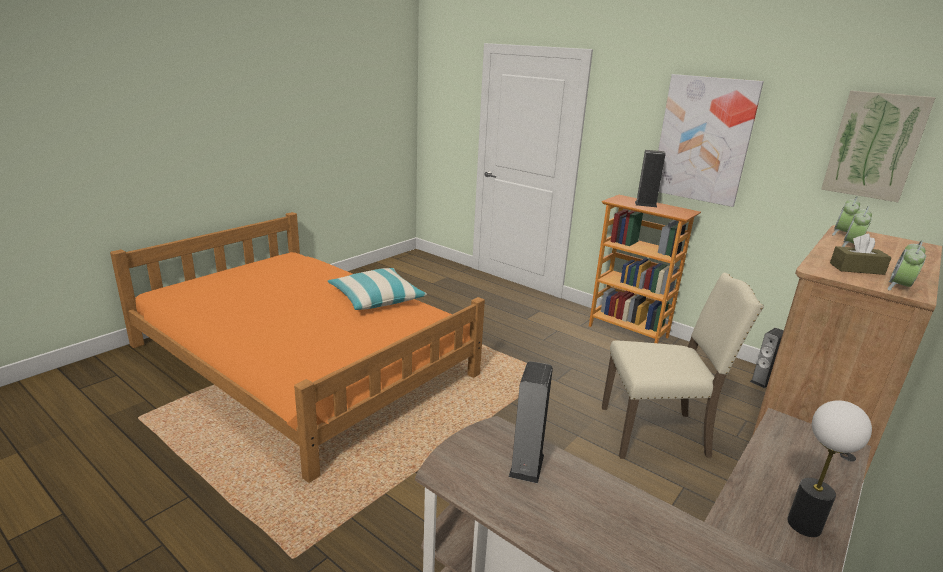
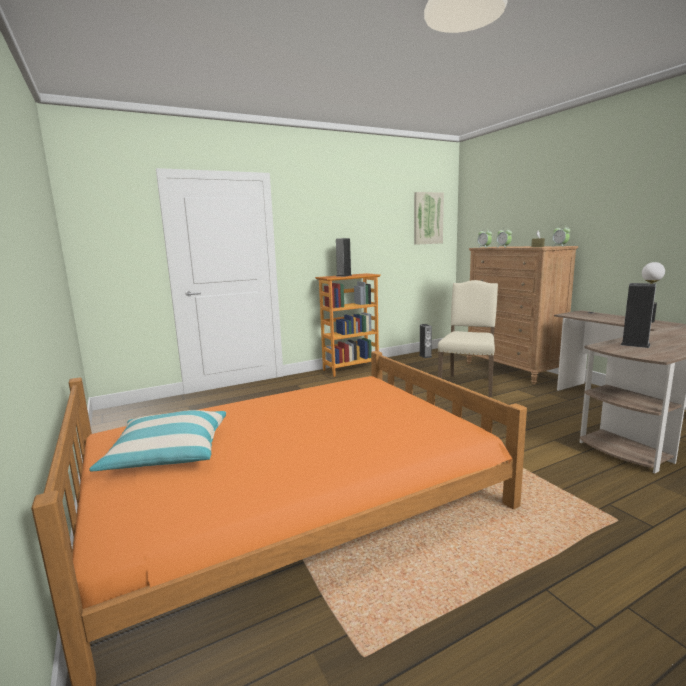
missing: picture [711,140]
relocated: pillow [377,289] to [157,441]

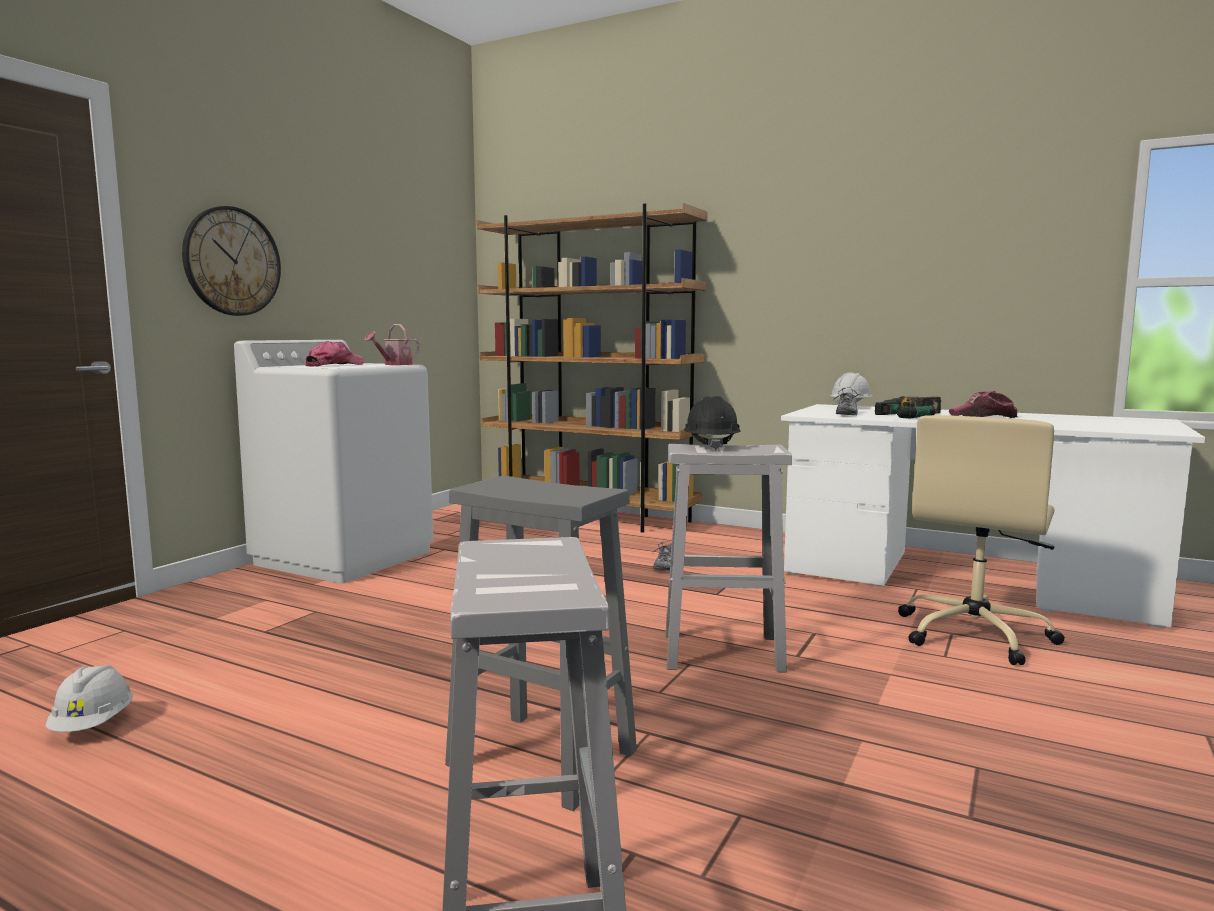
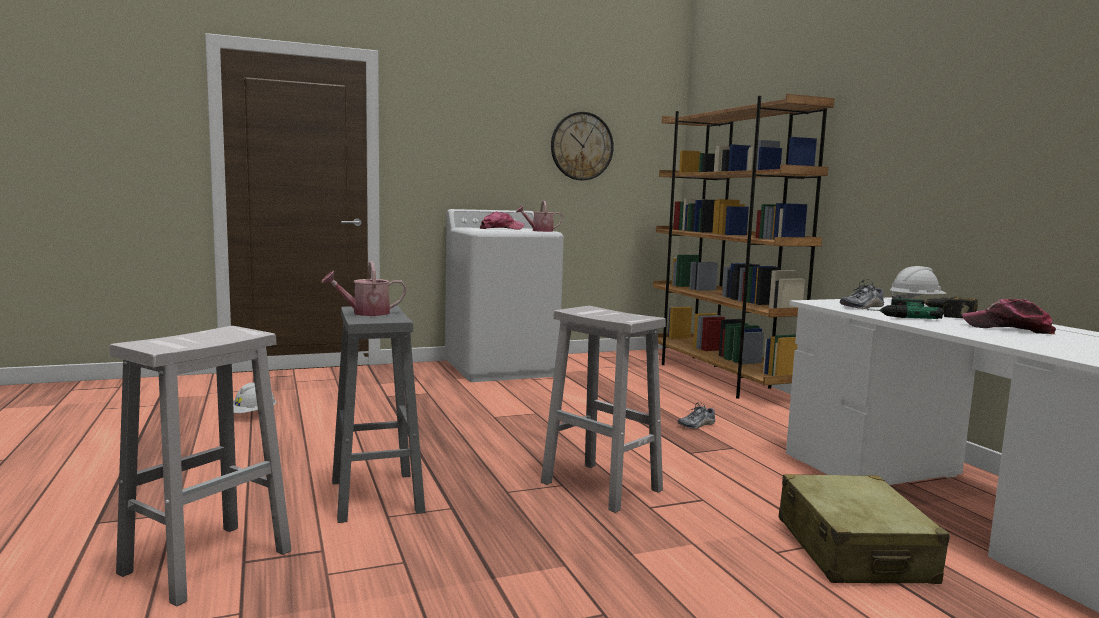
missing: hard hat (black) [712,423]
appeared: watering can [364,288]
relocated: wall clock [231,261] to [582,146]
exchanged: office chair (beige) [981,540] to suitcase (beige) [864,529]

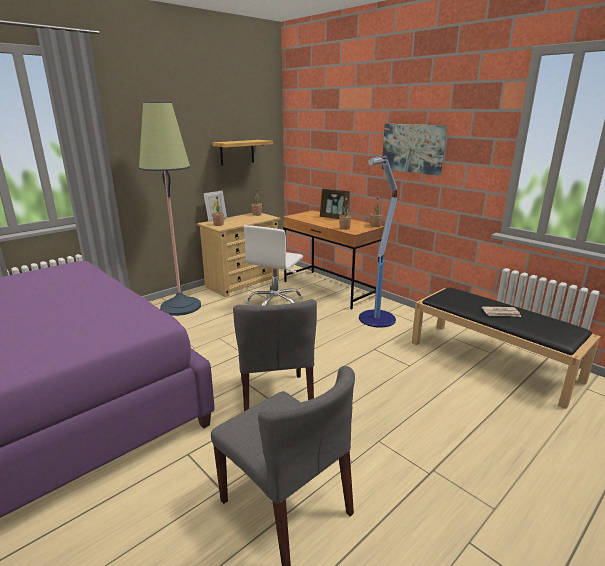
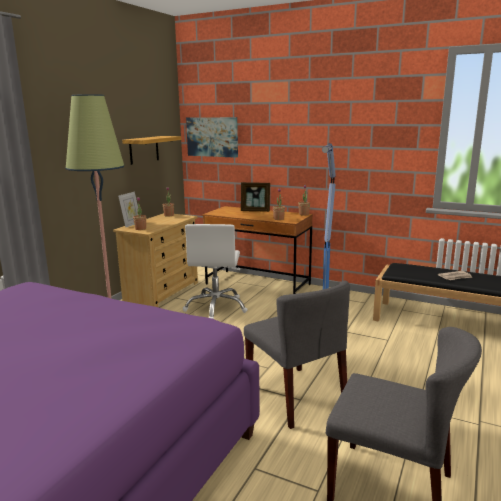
relocated: picture [414,150] to [212,137]

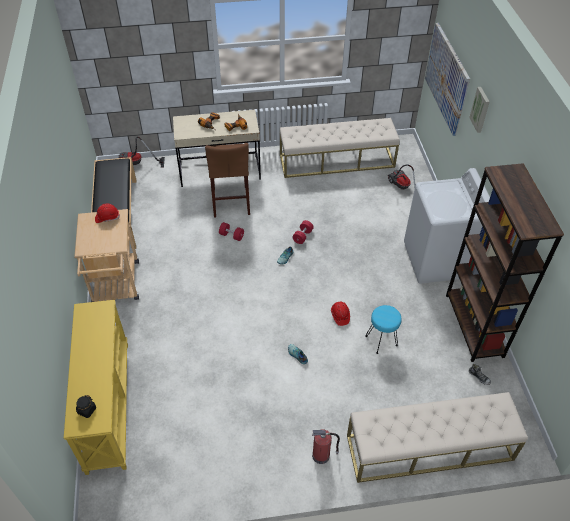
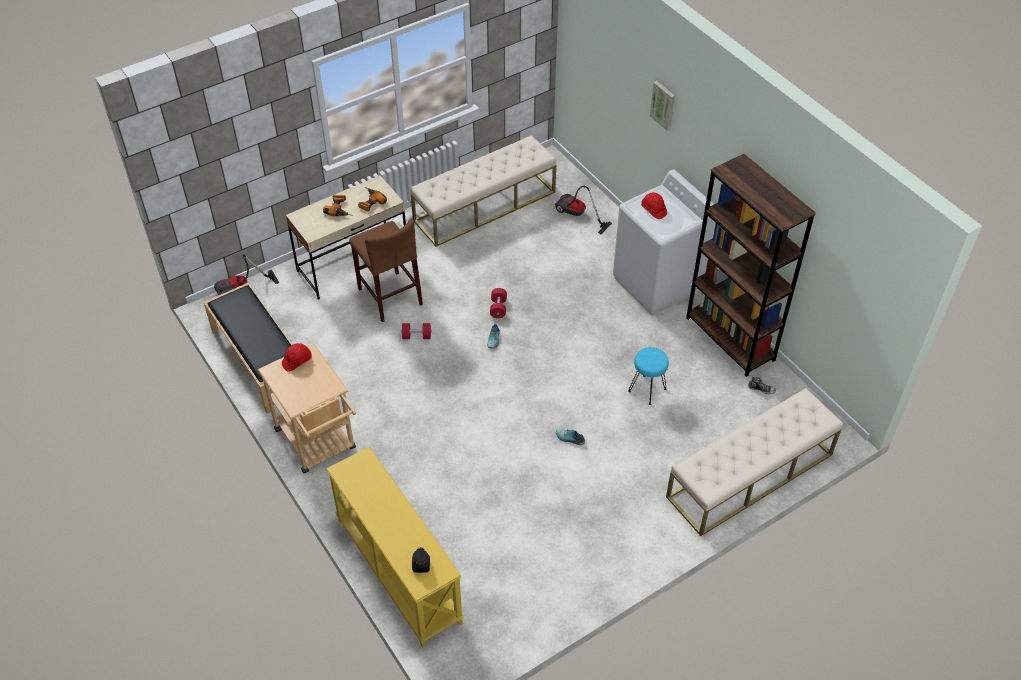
missing: fire extinguisher [326,446]; picture [447,79]
relocated: hard hat (red) [340,314] to [654,205]

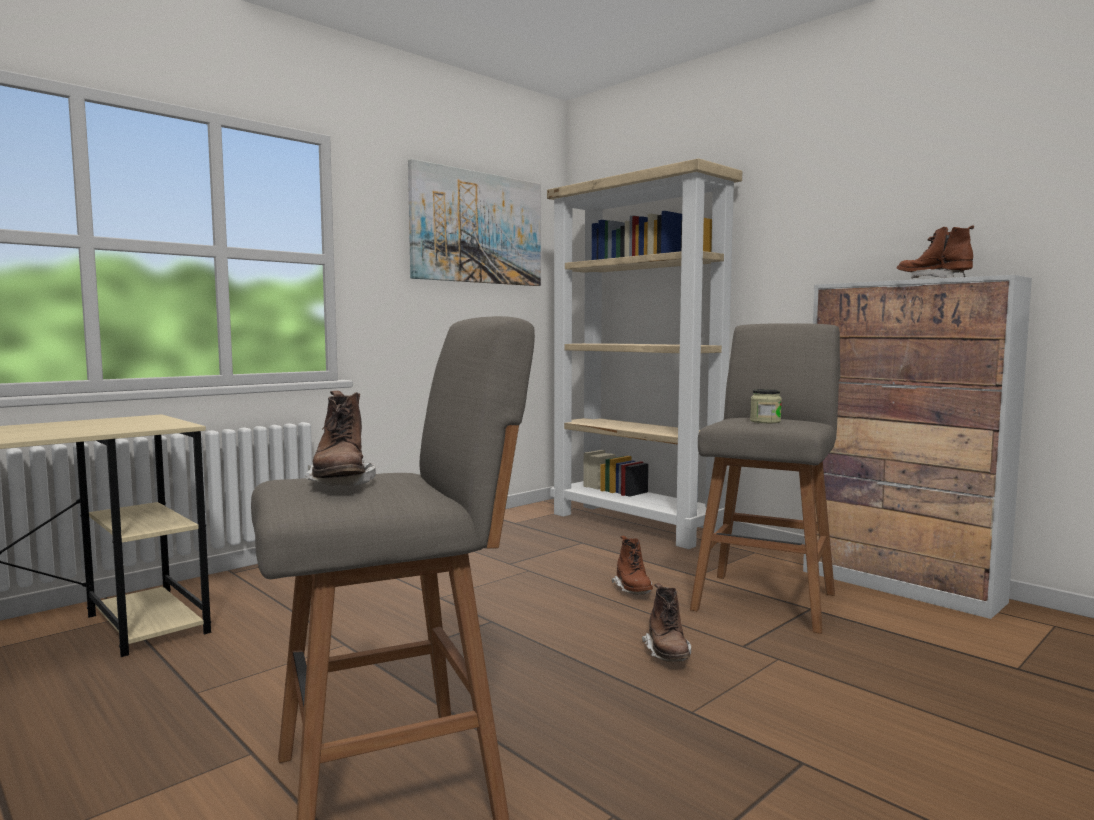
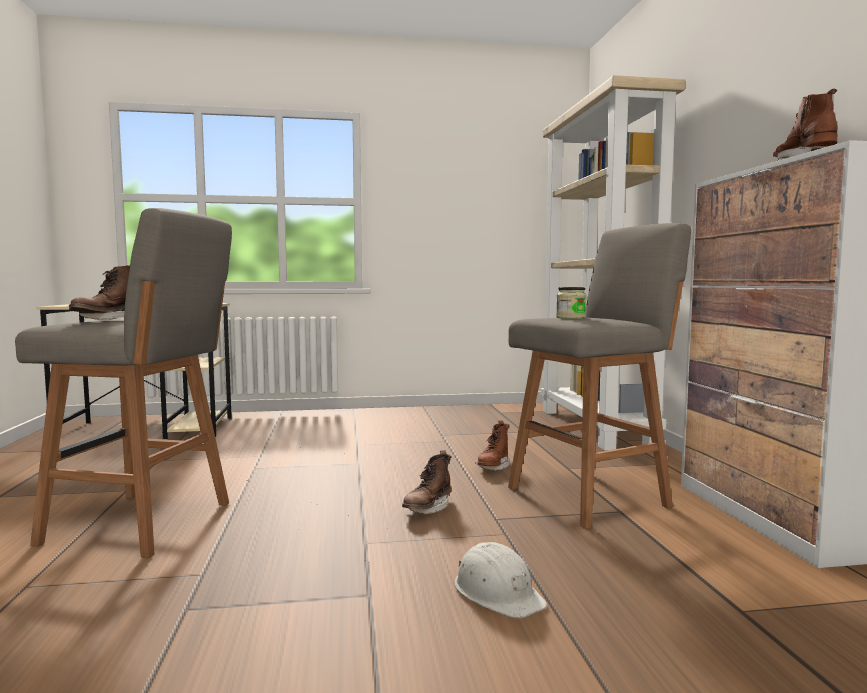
missing: picture [474,222]
appeared: hard hat (white) [501,580]

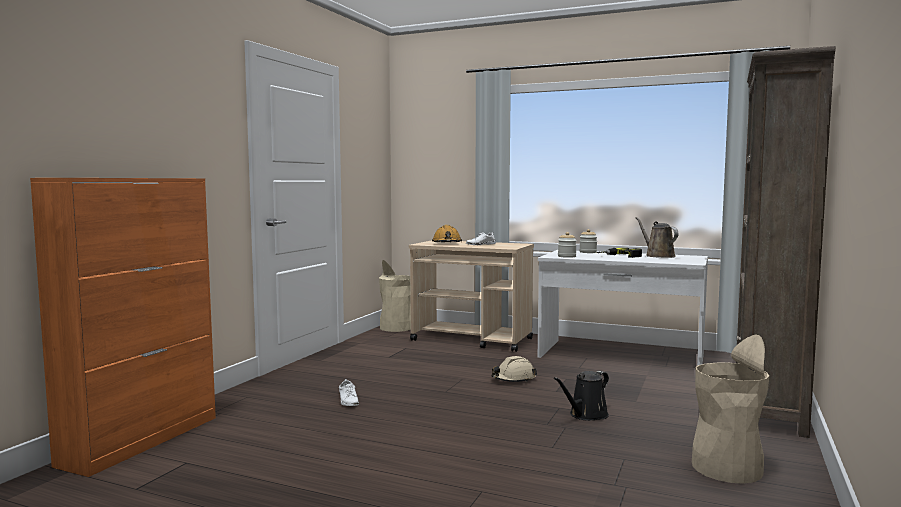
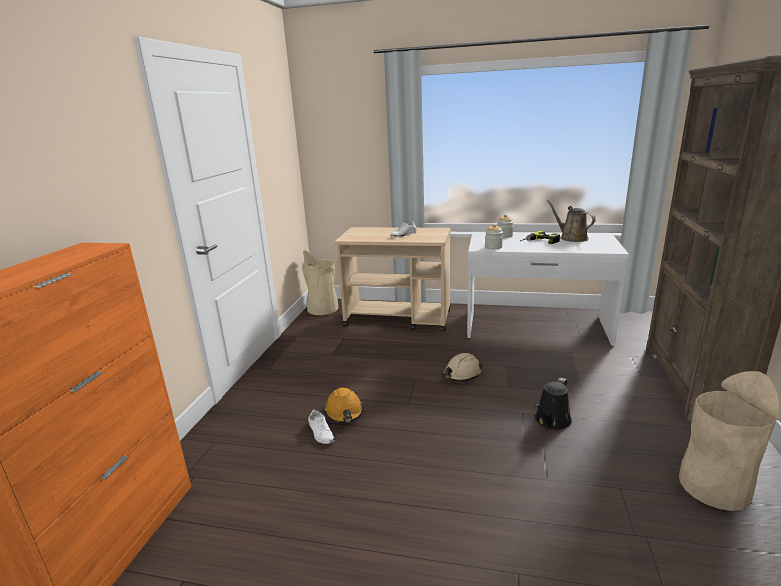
relocated: hard hat (orange) [447,233] to [343,405]

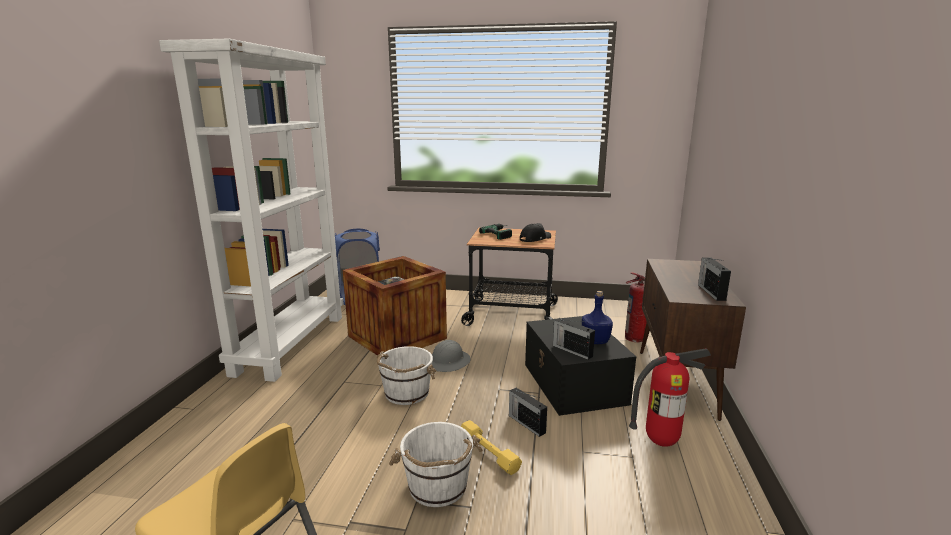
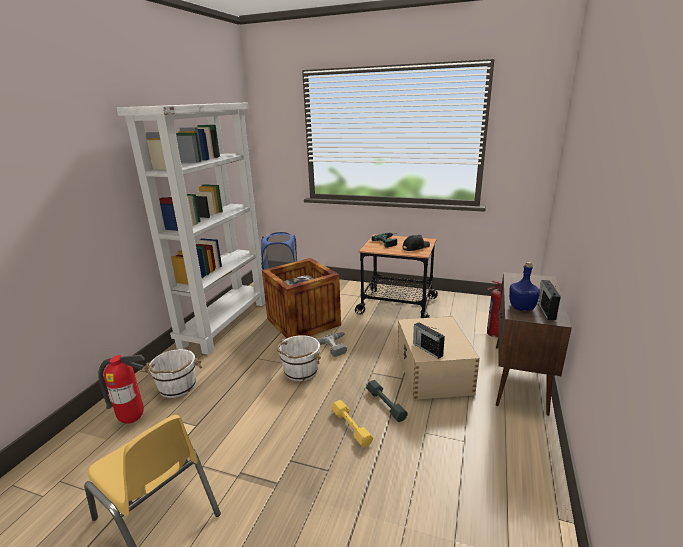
relocated: fire extinguisher [670,397] to [121,389]; bucket (white) [435,464] to [173,373]; bottle (blue) [597,317] to [524,286]
exchanged: hard hat (grey) [451,356] to power drill [332,344]; radio [528,412] to dumbbell (grey) [387,401]
colour: storage box (black) [580,366] to storage box (beige) [439,358]

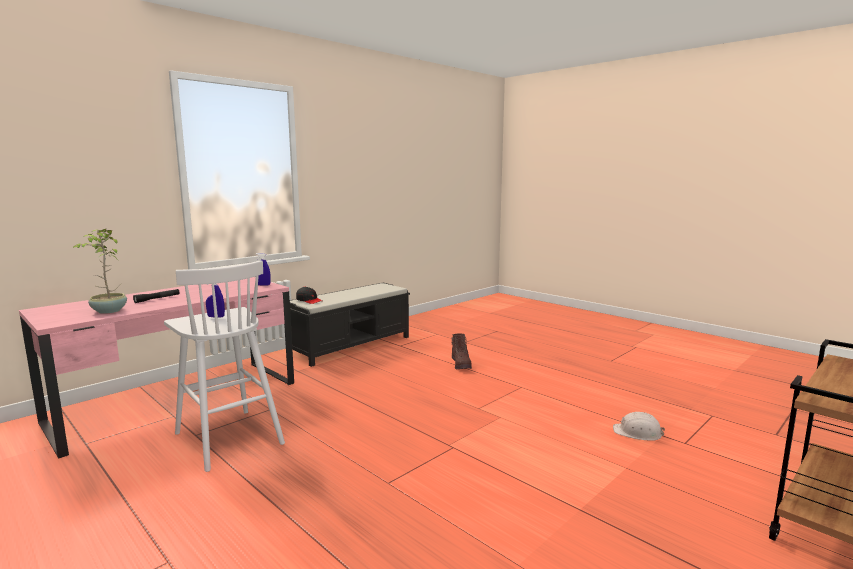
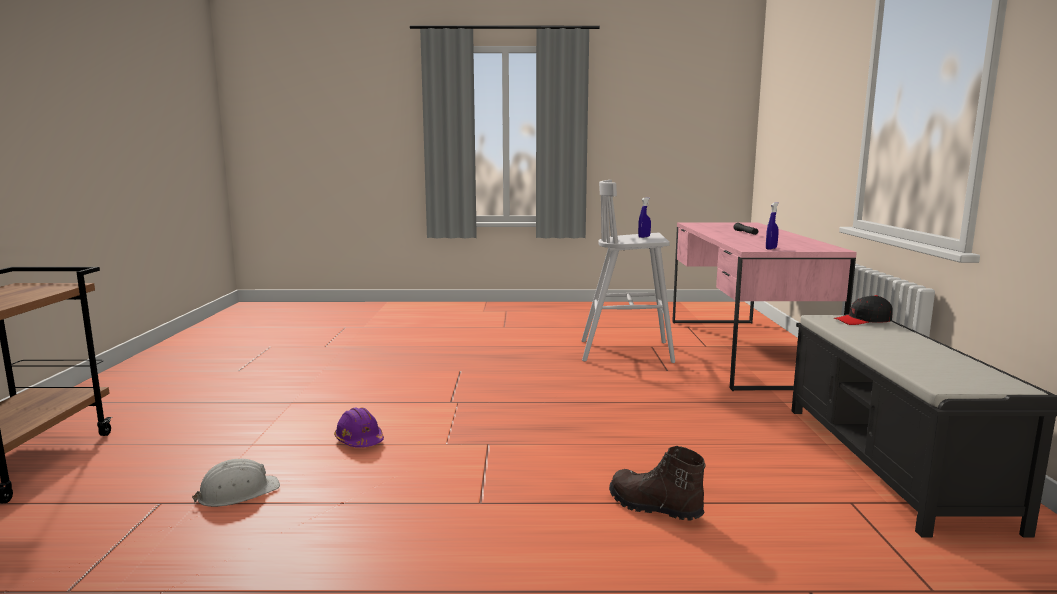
missing: potted plant [100,271]
appeared: hard hat (purple) [359,428]

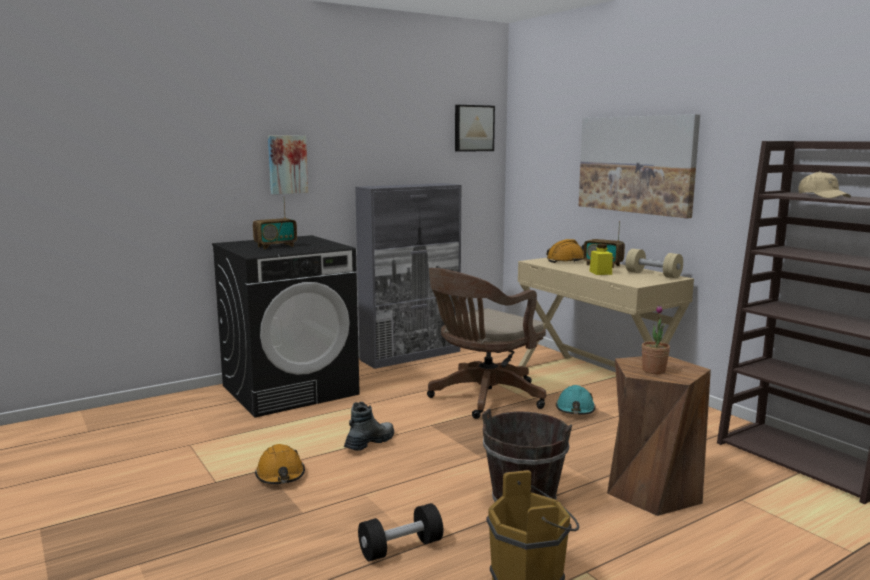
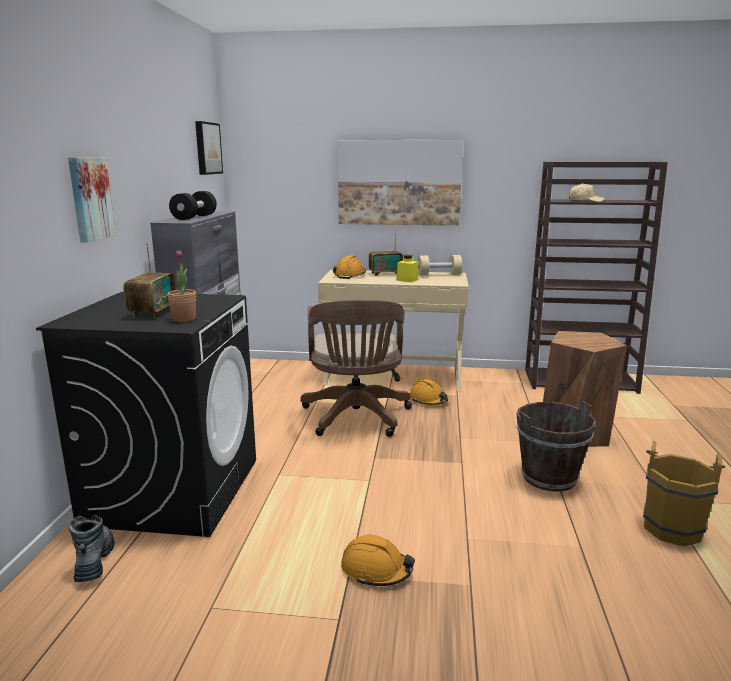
relocated: boot [369,426] to [92,548]; potted plant [656,339] to [181,286]; dumbbell (black) [400,532] to [193,205]
colour: hard hat (turquoise) [576,400] to hard hat (orange) [429,392]

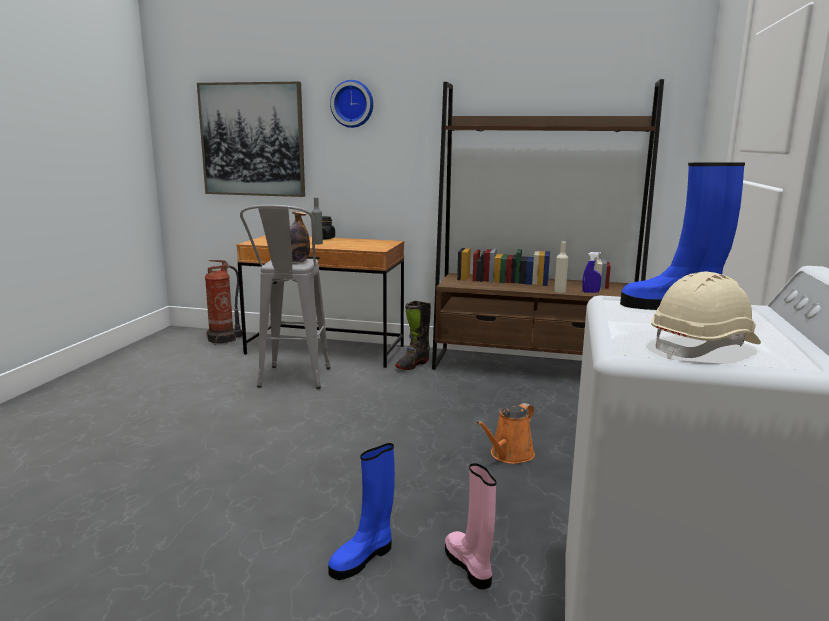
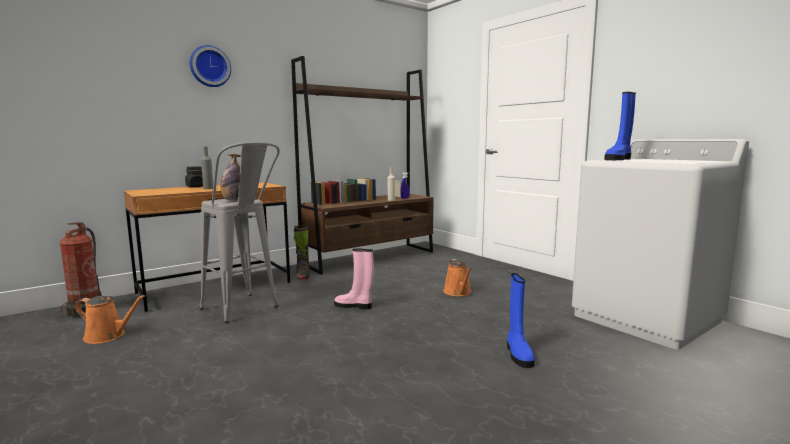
missing: picture [251,139]; hard hat (beige) [706,315]
appeared: watering can (orange) [110,319]
relocated: boot (pink) [470,526] to [354,278]

